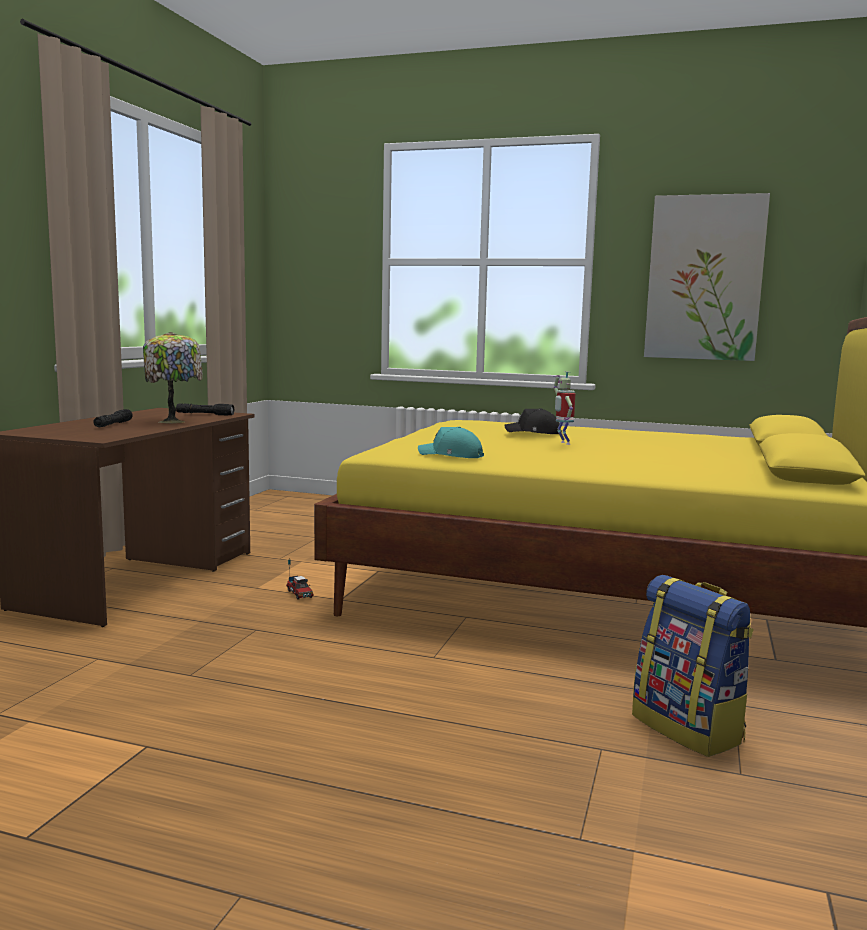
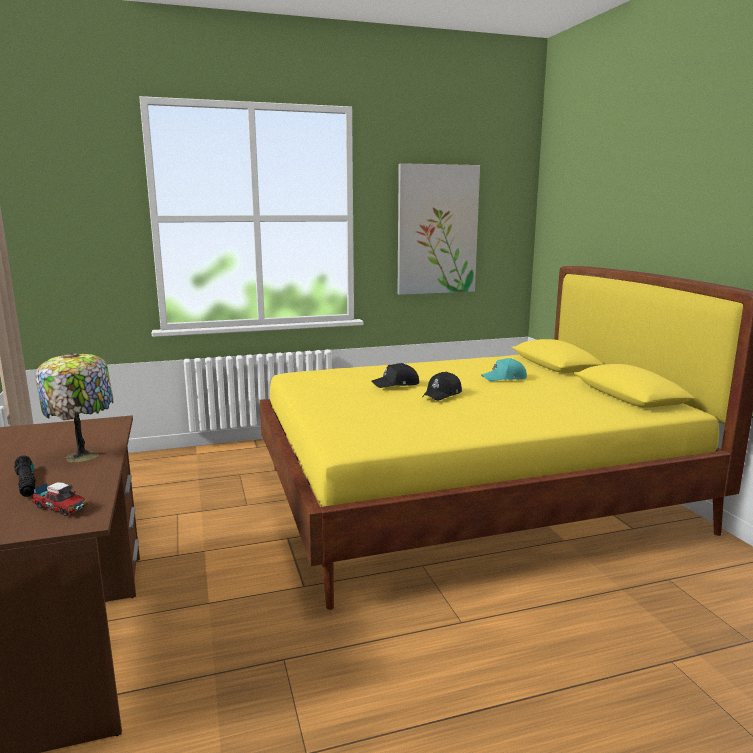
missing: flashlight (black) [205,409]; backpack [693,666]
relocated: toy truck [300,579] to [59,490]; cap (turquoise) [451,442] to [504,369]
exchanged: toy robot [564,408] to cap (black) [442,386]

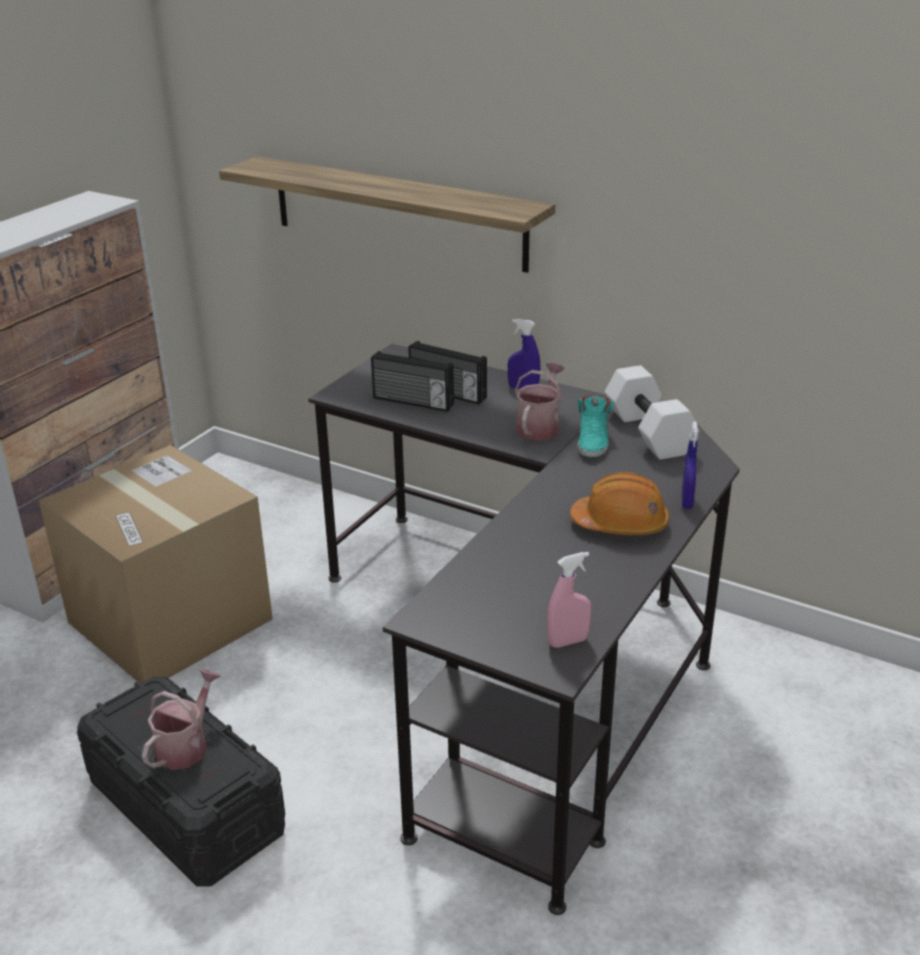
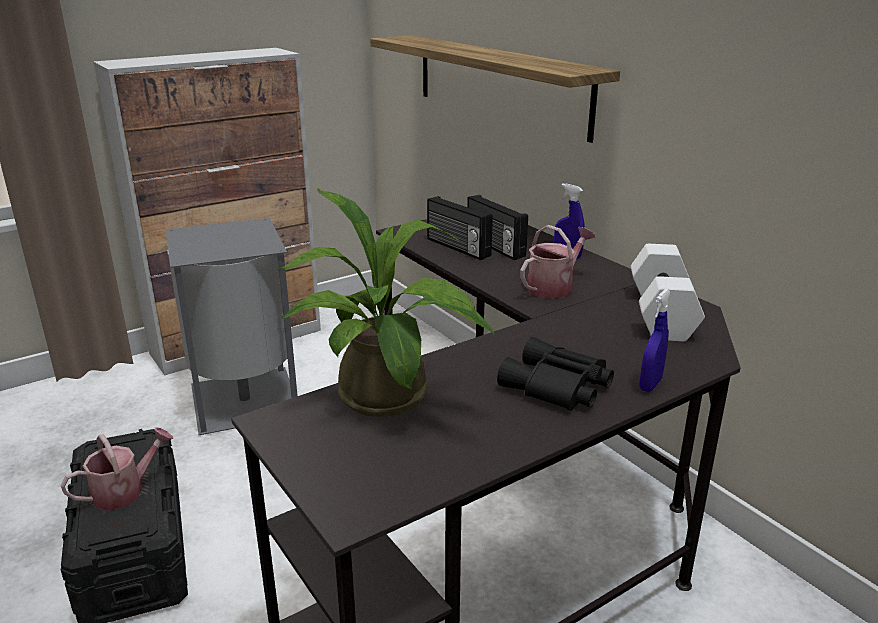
missing: spray bottle (pink) [569,600]; shoe (turquoise) [595,426]
appeared: potted plant [387,302]
exchanged: cardboard box [156,564] to trash can (grey) [231,326]; hard hat (orange) [620,503] to binoculars (black) [555,374]

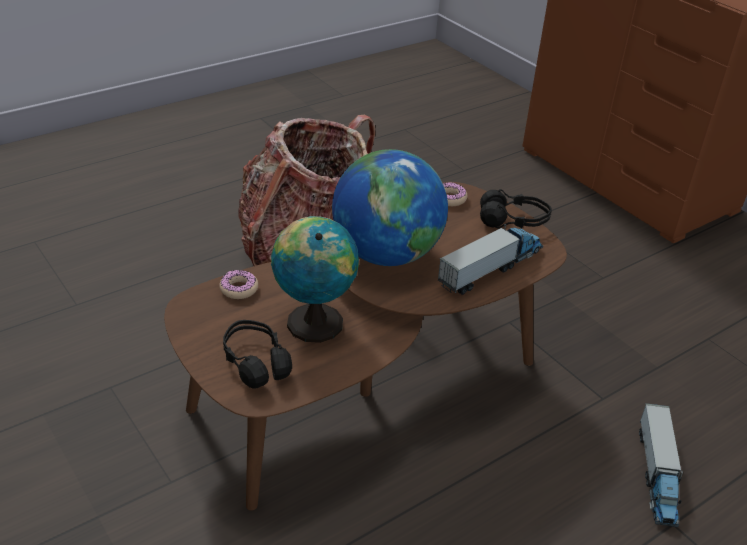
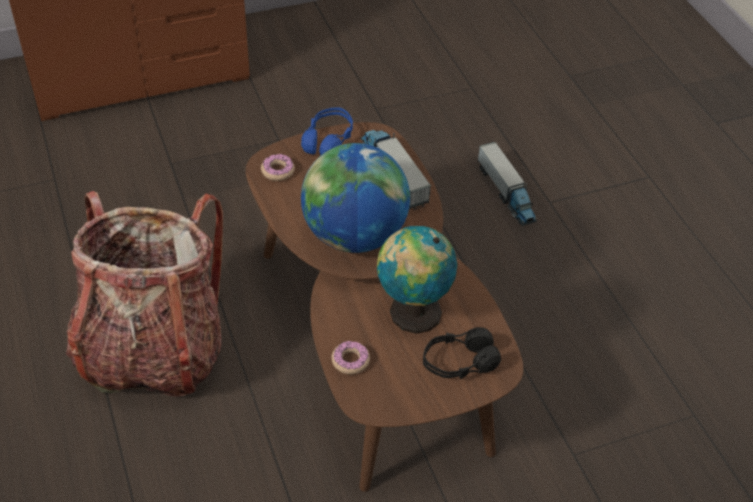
colour: headphones (black) [516,209] to headphones (blue) [327,131]
spun: toy truck [661,465] = [507,184] 45 degrees clockwise

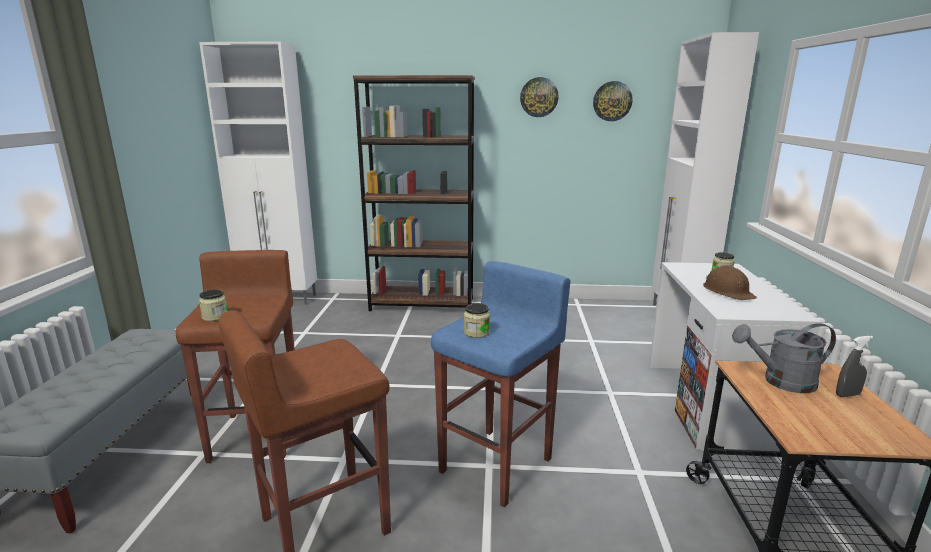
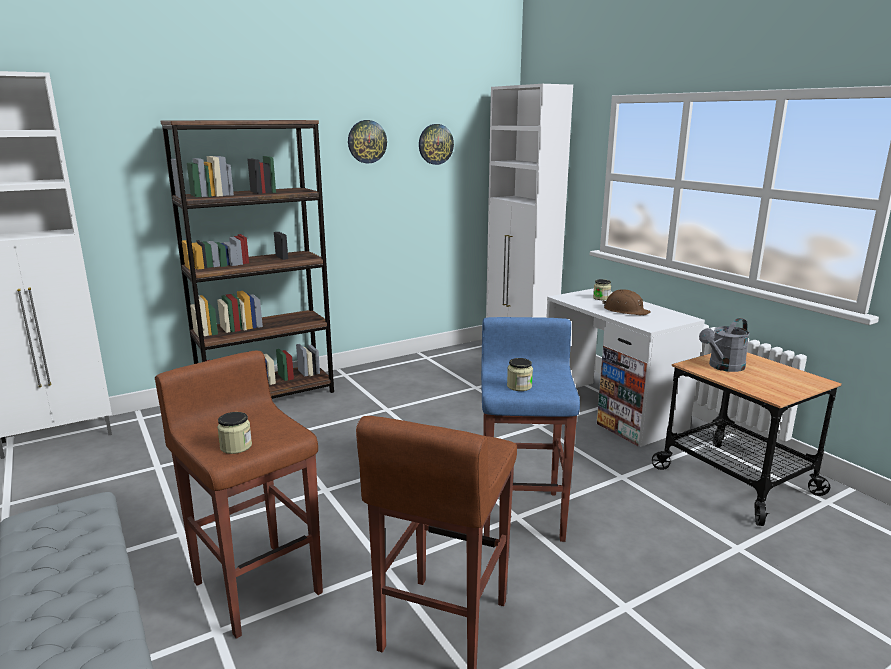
missing: spray bottle (grey) [854,366]

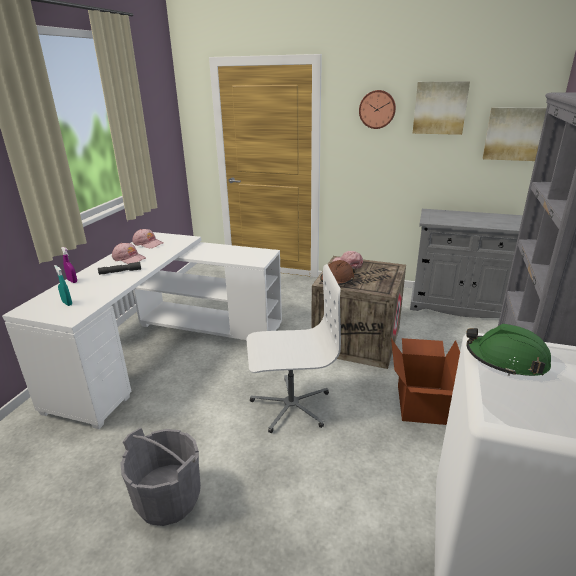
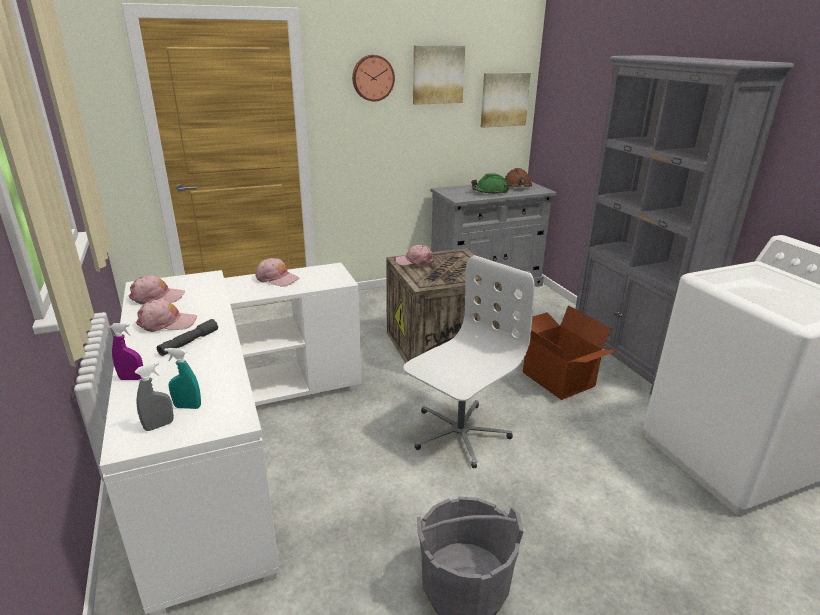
appeared: spray bottle (grey) [154,396]; cap (pink) [277,272]
relocated: hard hat (green) [508,350] to [490,184]; hard hat (brown) [337,272] to [518,177]

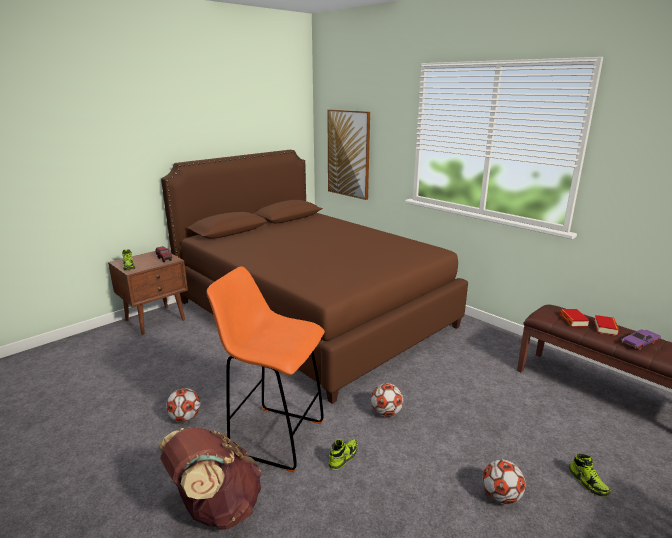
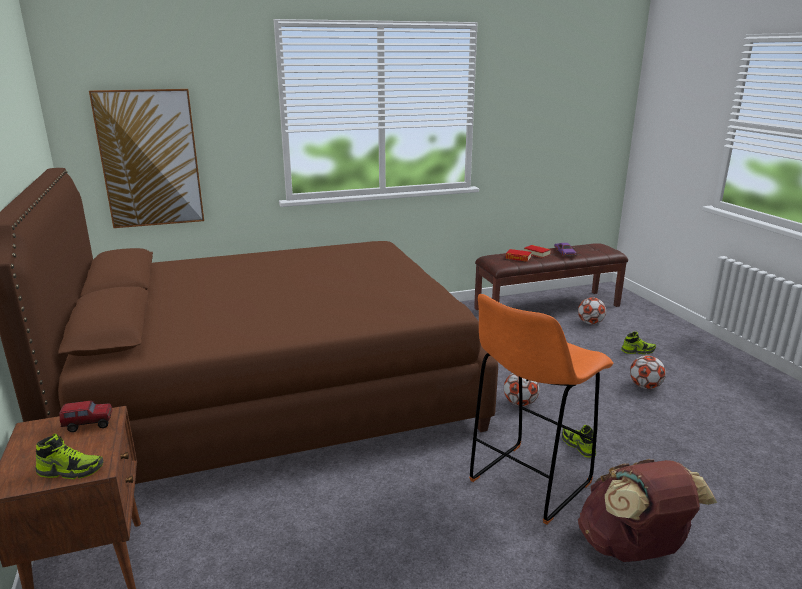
relocated: football [183,405] to [592,310]

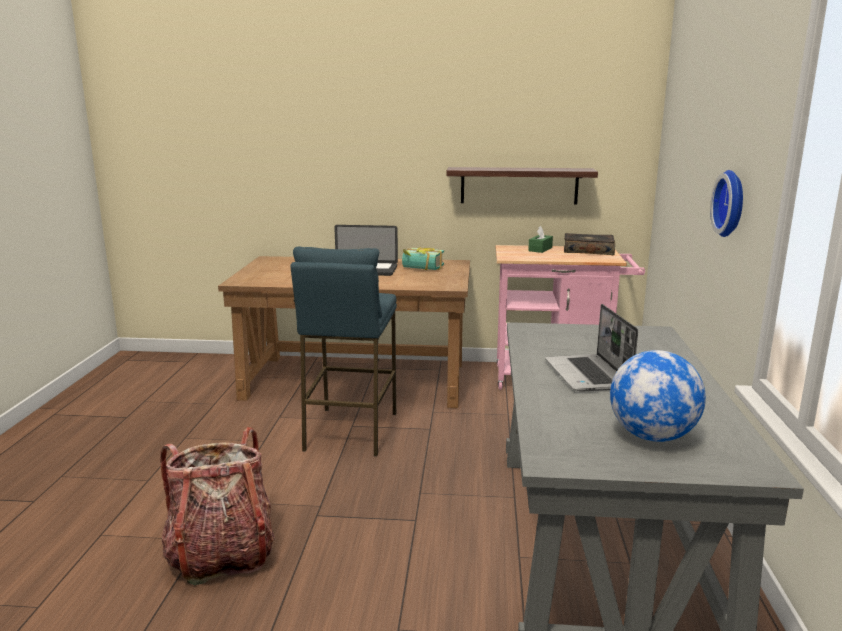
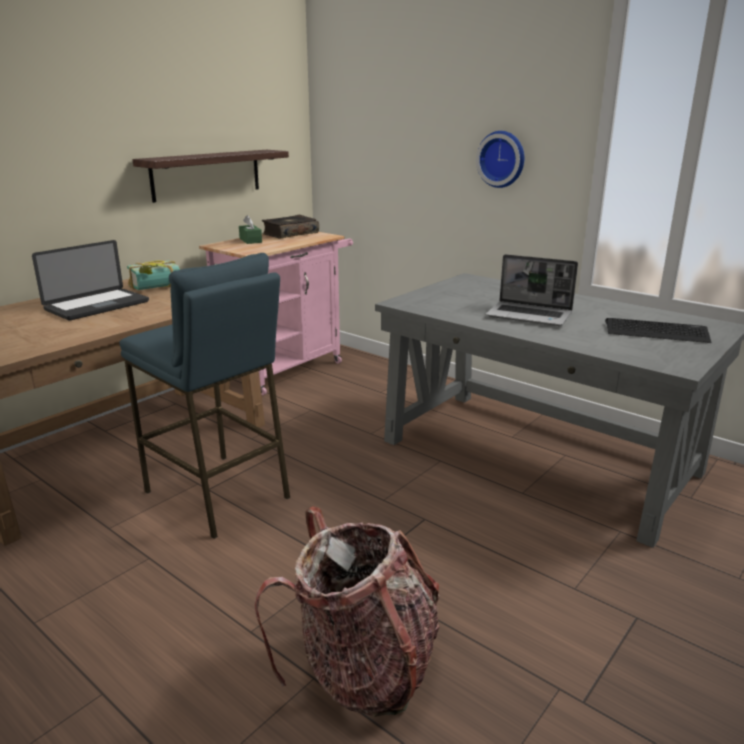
exchanged: globe [658,396] to keyboard [658,330]

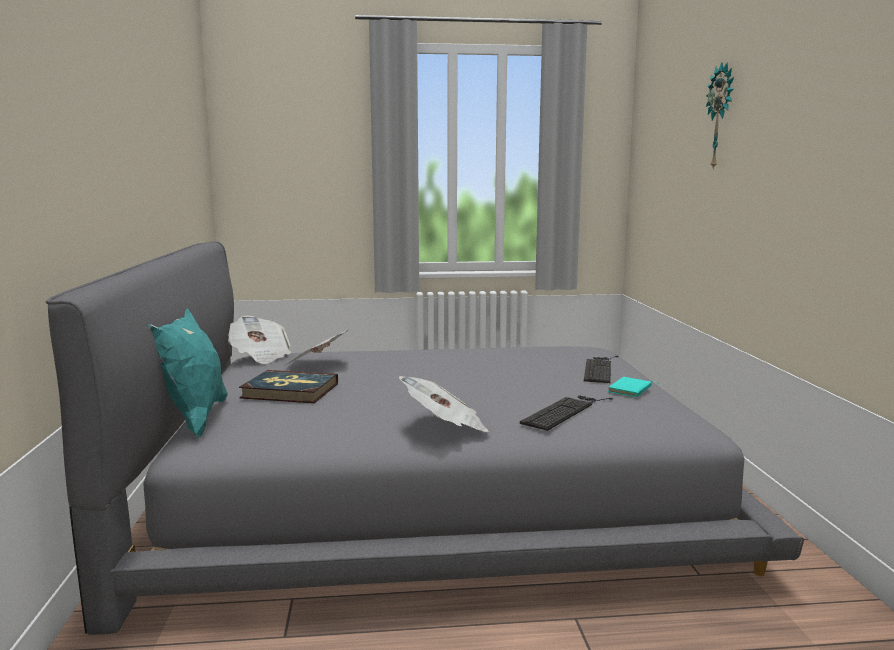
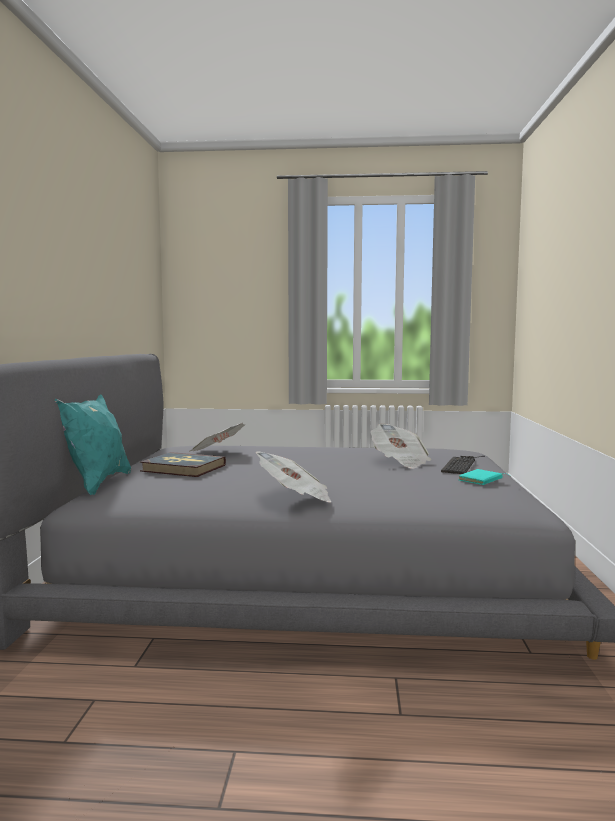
missing: keyboard [566,413]; wall clock [720,116]
relocated: newspaper [259,340] to [400,446]

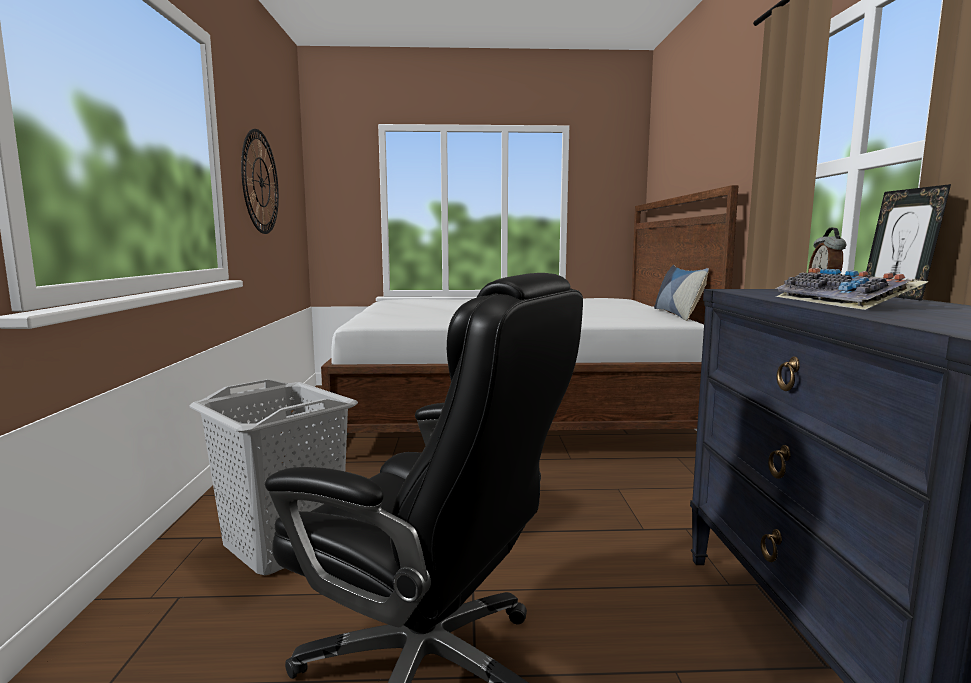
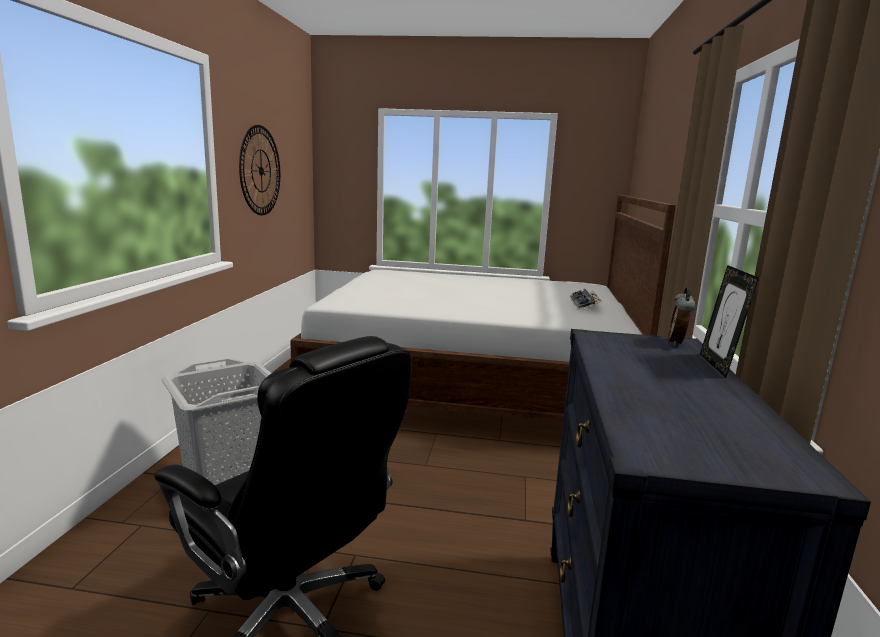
missing: pillow [681,293]
relocated: keyboard [852,289] to [586,299]

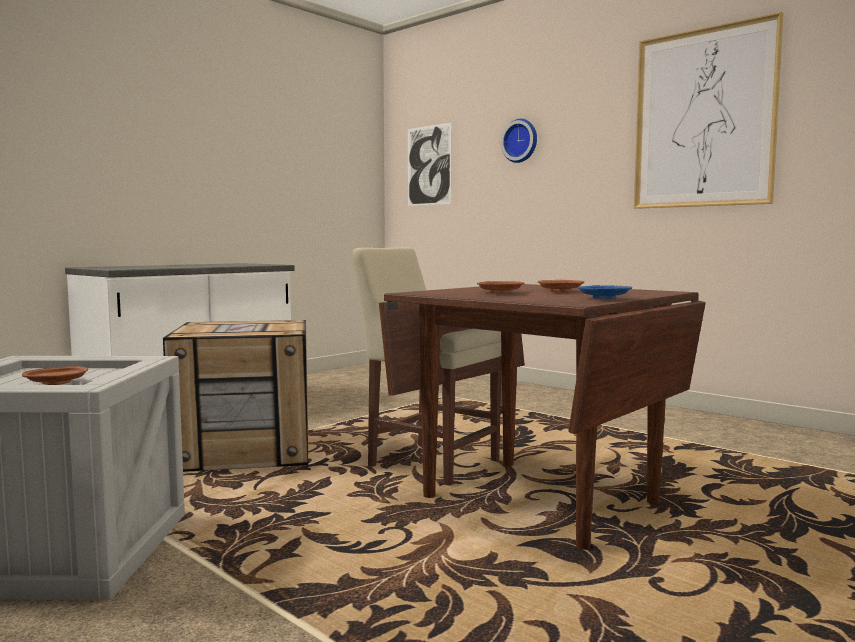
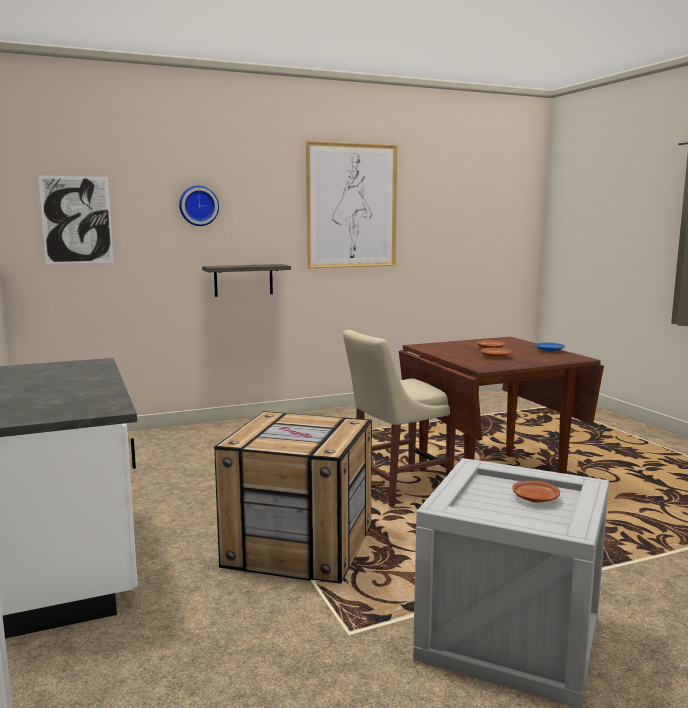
appeared: shelf [246,280]

